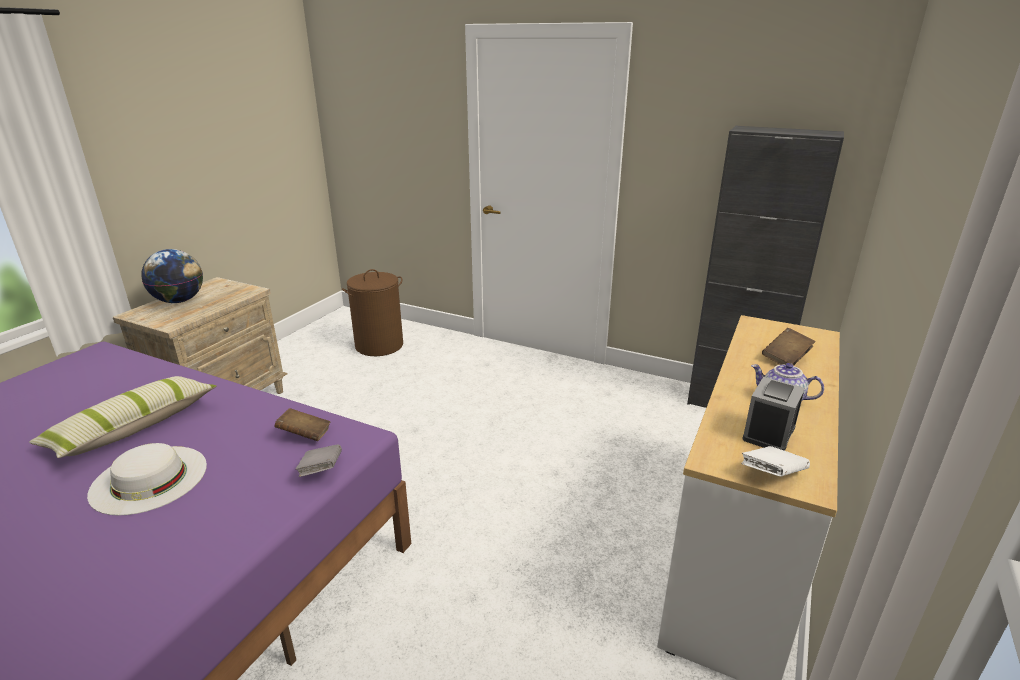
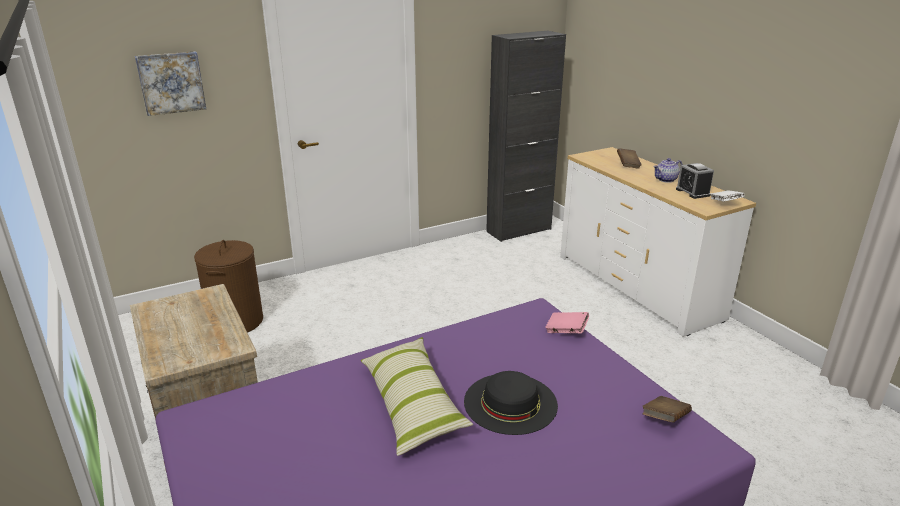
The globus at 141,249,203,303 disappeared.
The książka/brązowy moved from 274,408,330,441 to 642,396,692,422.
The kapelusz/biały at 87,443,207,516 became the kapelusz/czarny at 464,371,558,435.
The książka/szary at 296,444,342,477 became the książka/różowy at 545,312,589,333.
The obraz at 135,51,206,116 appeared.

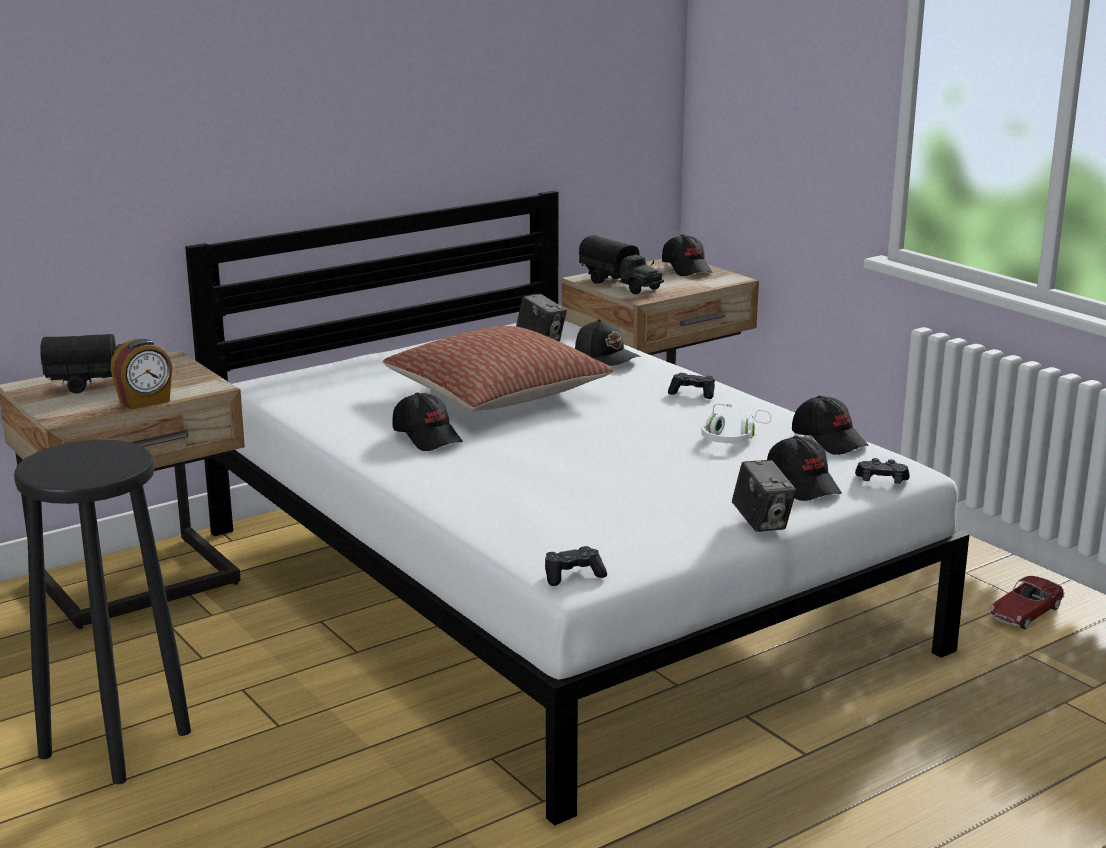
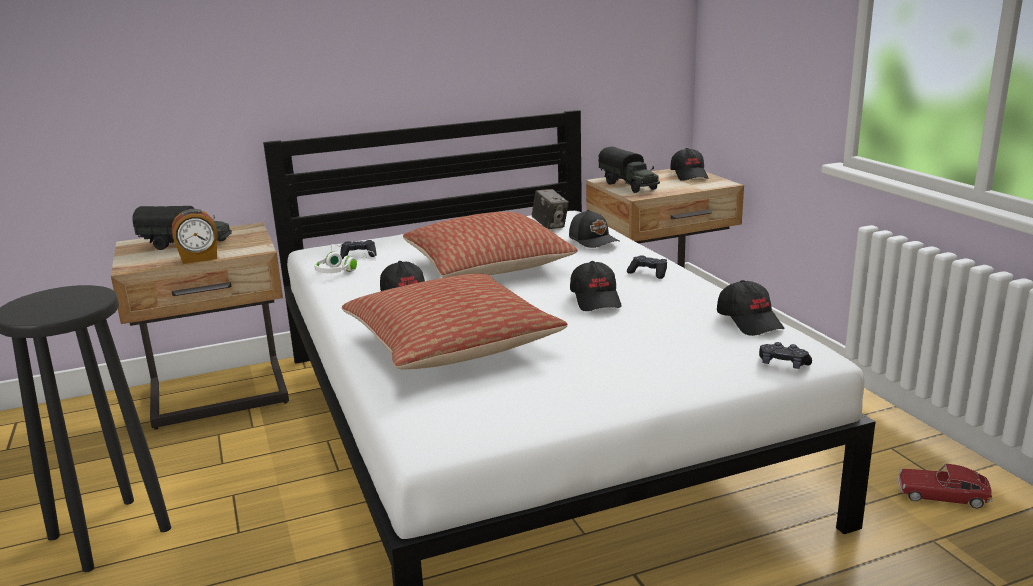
The słuchawki/biały moved from 701,404,771,443 to 314,244,376,273.
The czapka z daszkiem/czarny moved from 767,436,842,501 to 570,261,621,311.
The aparat fotograficzny at 732,460,796,532 disappeared.
The pad do gier/czarny moved from 545,546,607,586 to 340,240,377,259.
The samochodzik at 990,576,1064,629 turned 45 degrees clockwise.
The poduszka at 342,273,568,369 appeared.

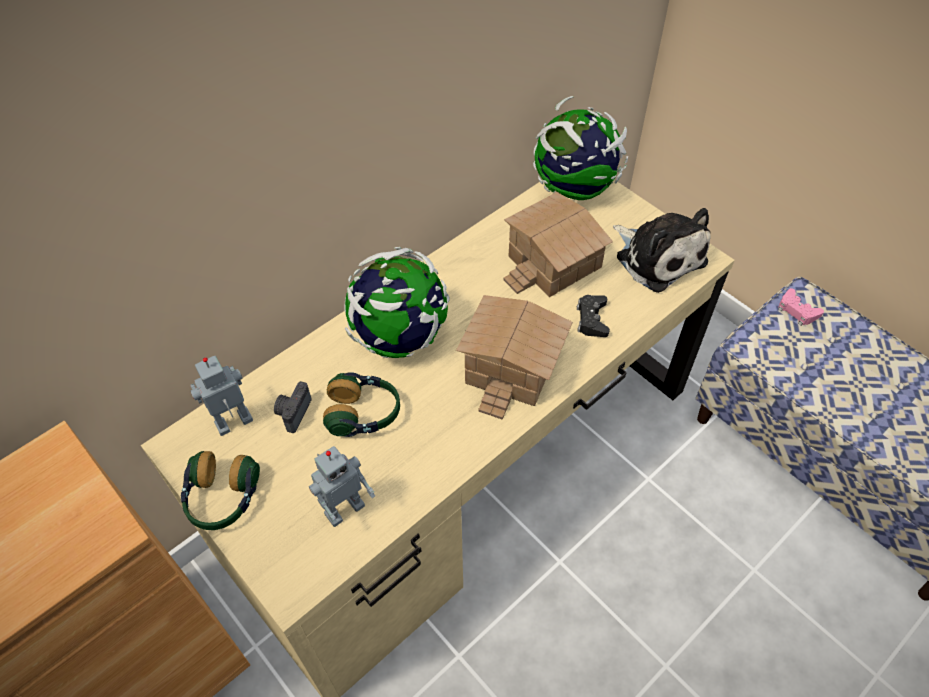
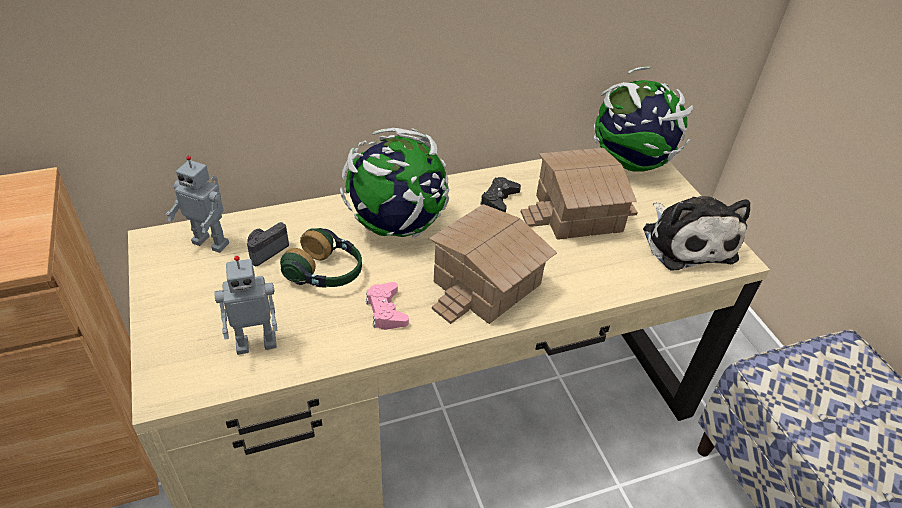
The pad do gier/różowy moved from 778,288,824,326 to 366,282,409,330.
The pad do gier/czarny moved from 577,295,610,337 to 480,177,521,213.
The robot zabawkowy at 190,356,253,436 turned 150 degrees counterclockwise.
The słuchawki at 181,451,260,530 disappeared.

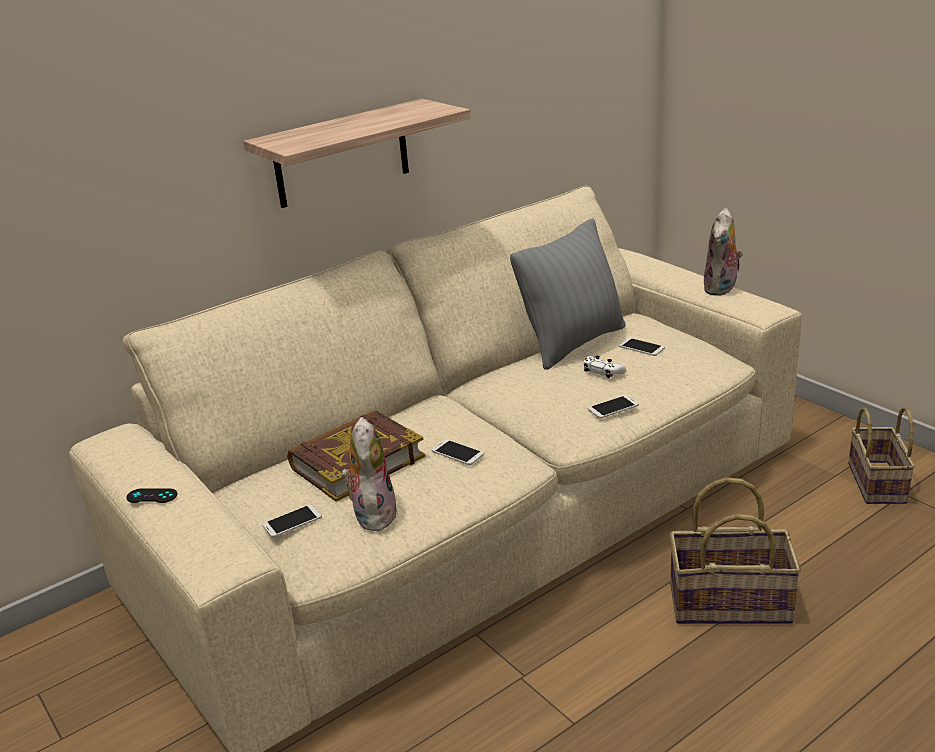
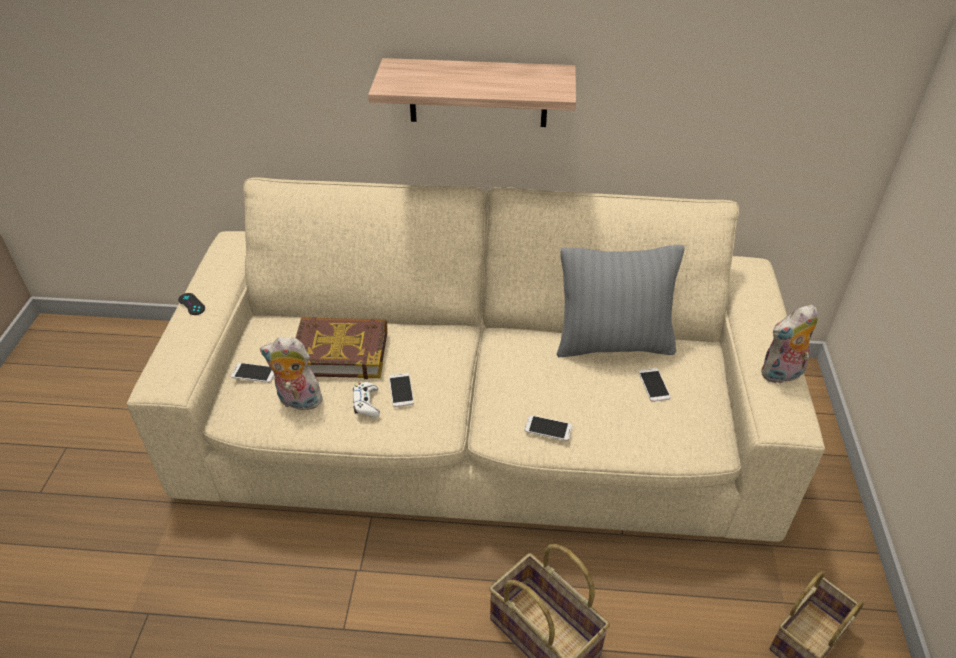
The pad do gier/biały moved from 583,356,626,378 to 353,382,380,417.
The pluszak at 341,417,398,531 turned 120 degrees counterclockwise.

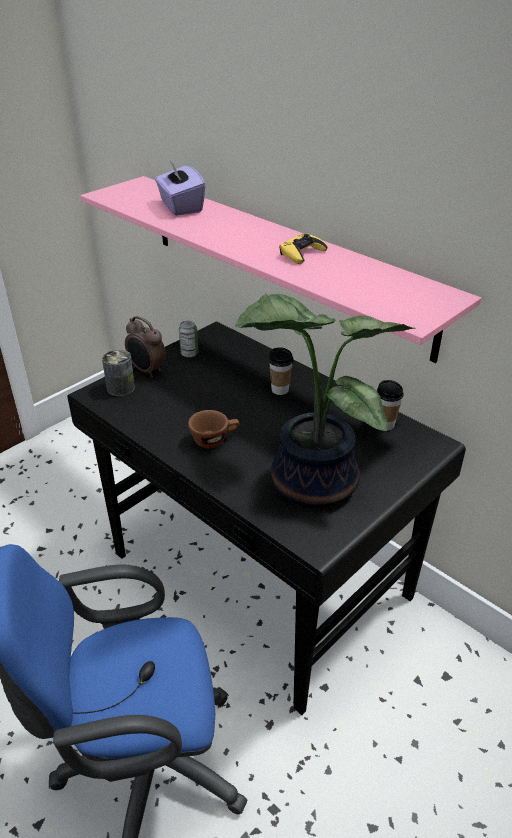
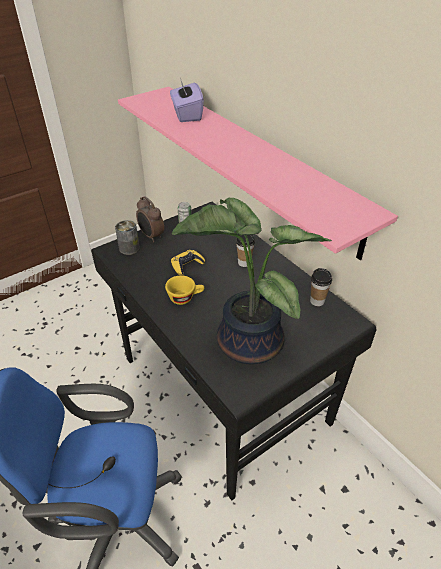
The pad do gier/żółty moved from 280,233,328,264 to 171,250,205,275.
The filiżanka/brązowy at 188,410,239,448 became the filiżanka/żółty at 165,275,204,305.

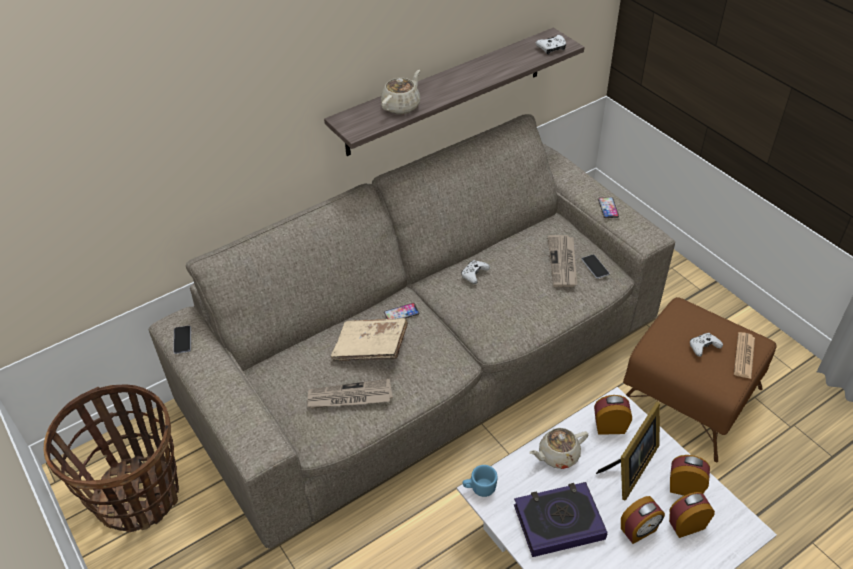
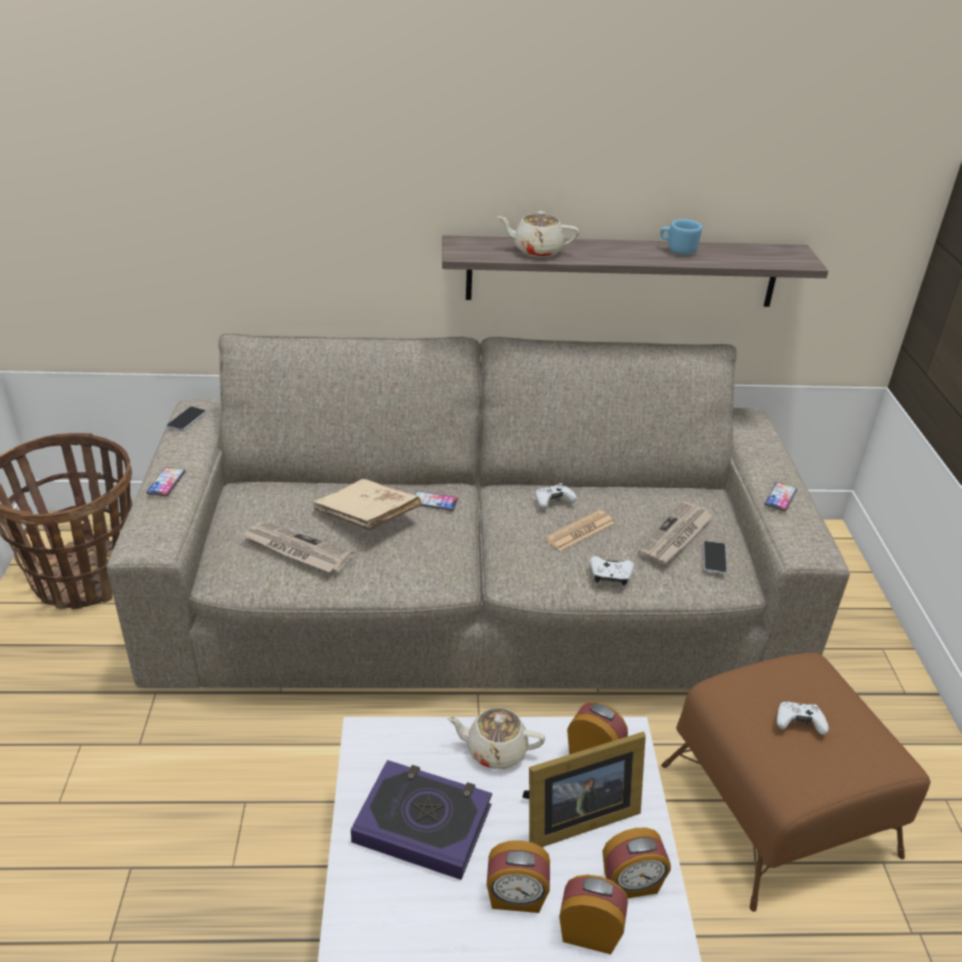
The pad do gier/biały moved from 536,35,566,55 to 590,556,634,586.
The imbryk/beżowy at 381,70,420,114 turned 150 degrees counterclockwise.
The gazeta moved from 734,332,755,379 to 545,510,614,551.
The budzik at 670,455,710,496 turned 120 degrees clockwise.
The kubek/niebieski moved from 463,465,498,497 to 660,219,702,255.
The telefon at 146,467,185,496 appeared.

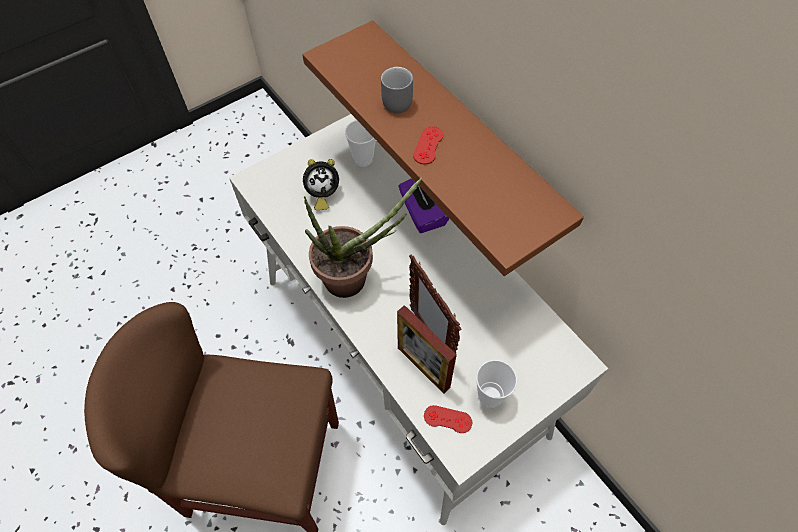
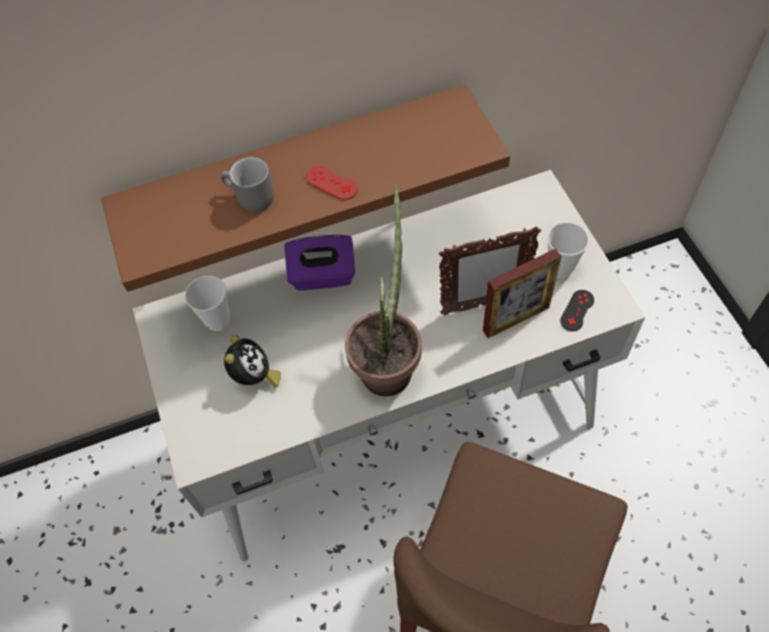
The pad do gier/czerwony at 424,405,472,433 became the pad do gier/czarny at 560,290,594,331.

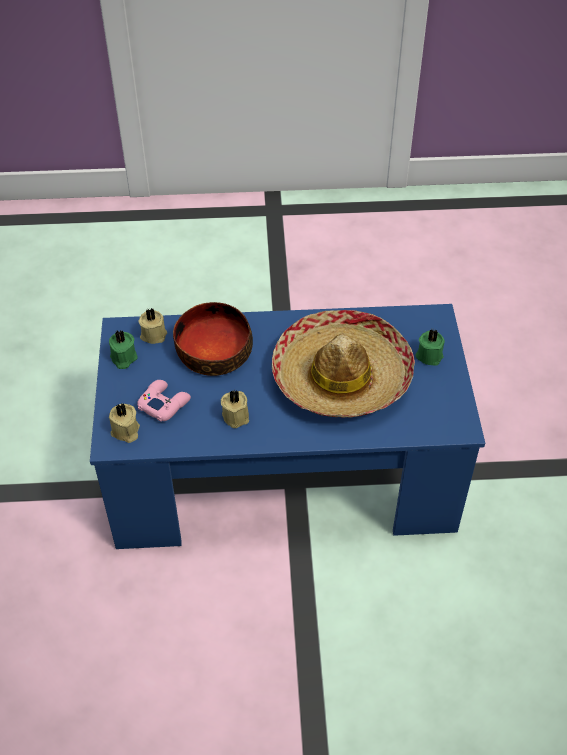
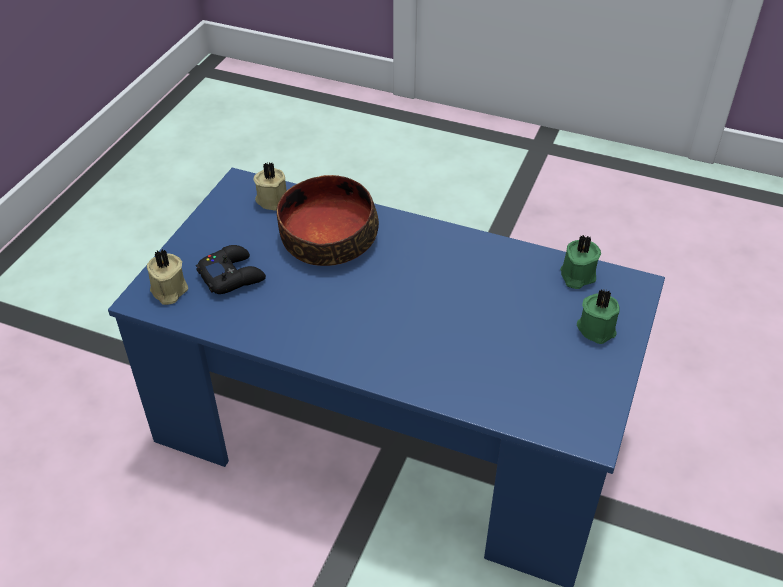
The kapelusz at 272,310,415,418 disappeared.
The świeca/zielony moved from 109,330,138,369 to 560,235,601,289.
The pad do gier/różowy at 137,380,191,421 became the pad do gier/czarny at 196,245,266,294.
The świeca/beżowy at 221,390,249,428 disappeared.

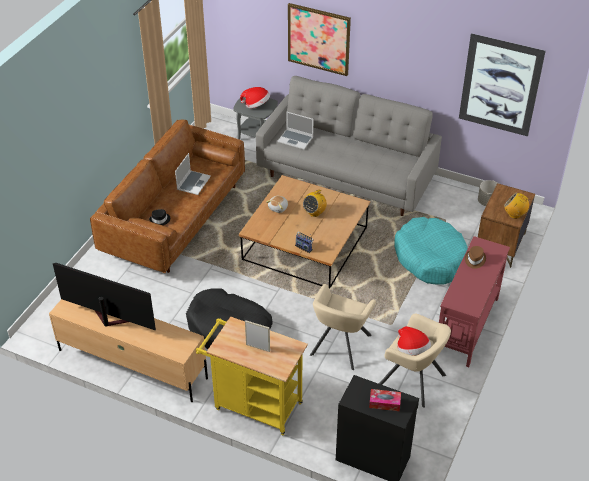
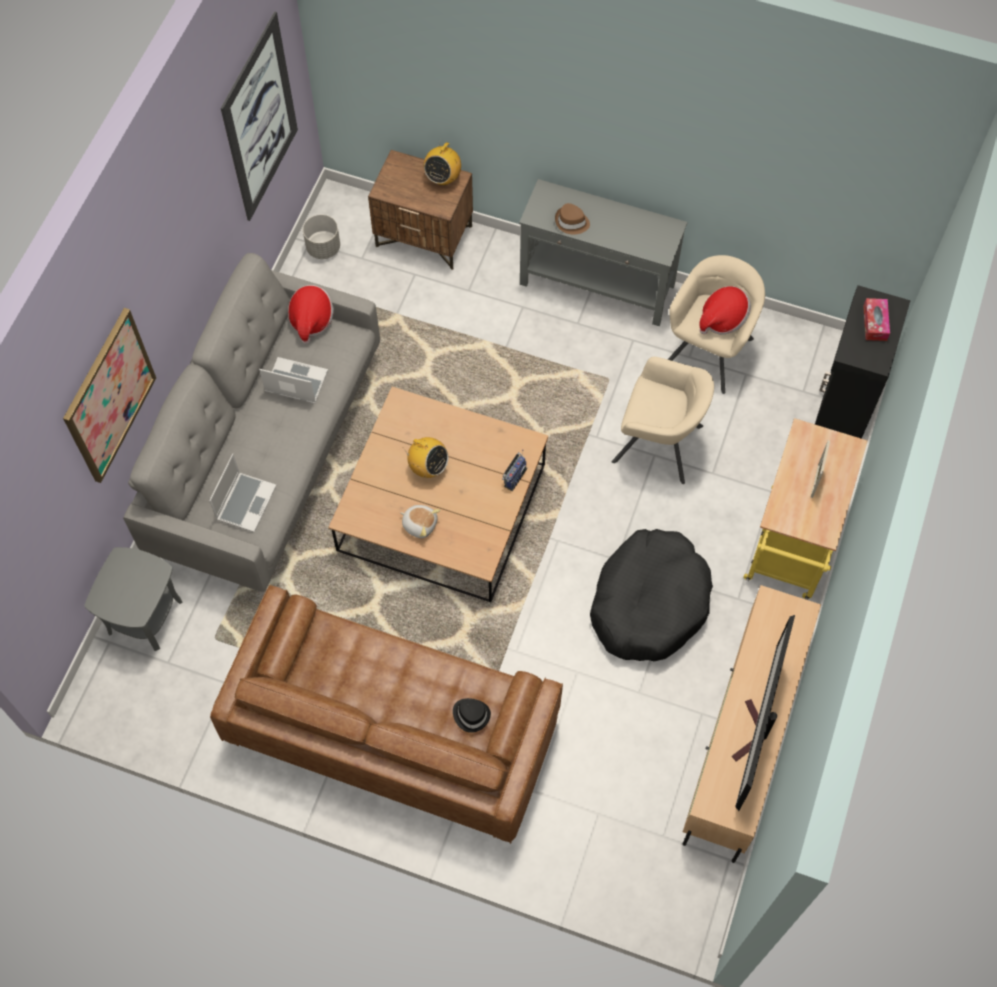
The kapelusz moved from 240,87,270,108 to 288,285,334,344.
The laptop moved from 175,153,211,195 to 259,357,328,404.
The legowisko/turkusowy at 394,217,468,284 disappeared.
The stolik konsolowy/czerwony at 439,236,510,367 became the stolik konsolowy/szary at 519,179,687,326.

